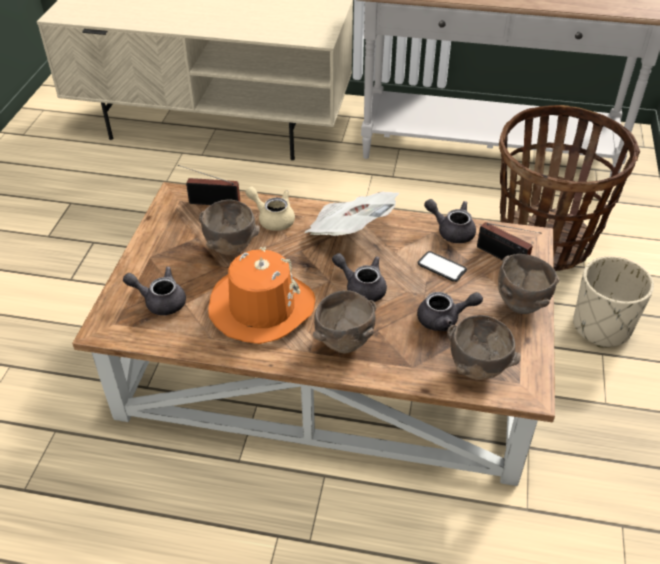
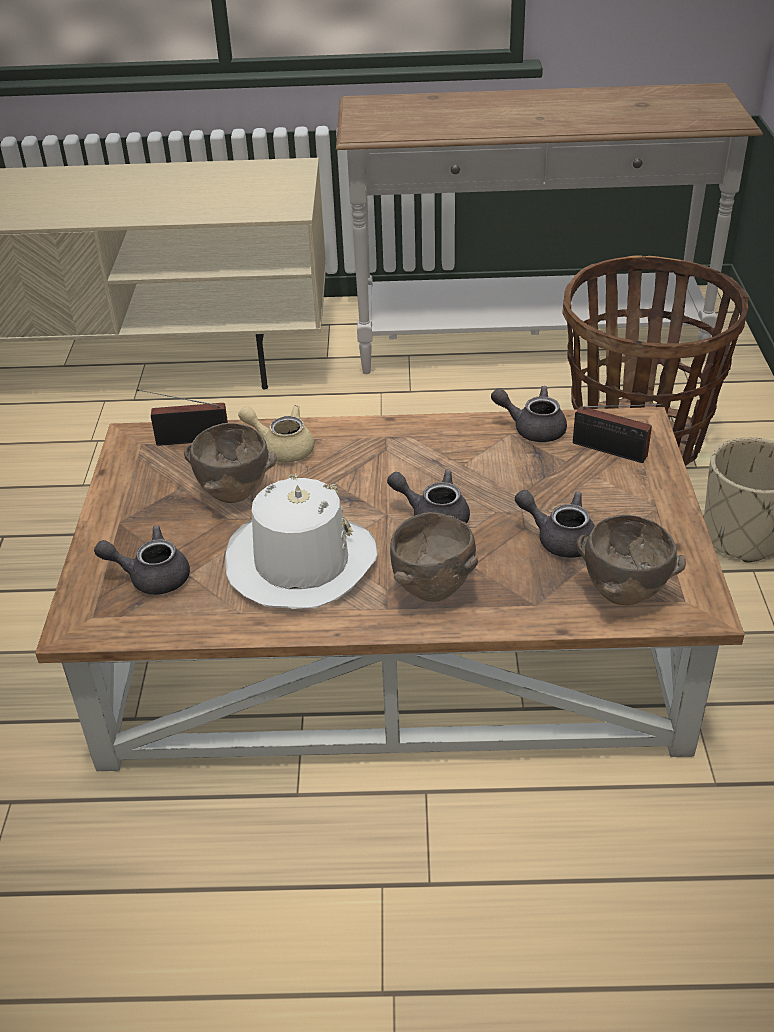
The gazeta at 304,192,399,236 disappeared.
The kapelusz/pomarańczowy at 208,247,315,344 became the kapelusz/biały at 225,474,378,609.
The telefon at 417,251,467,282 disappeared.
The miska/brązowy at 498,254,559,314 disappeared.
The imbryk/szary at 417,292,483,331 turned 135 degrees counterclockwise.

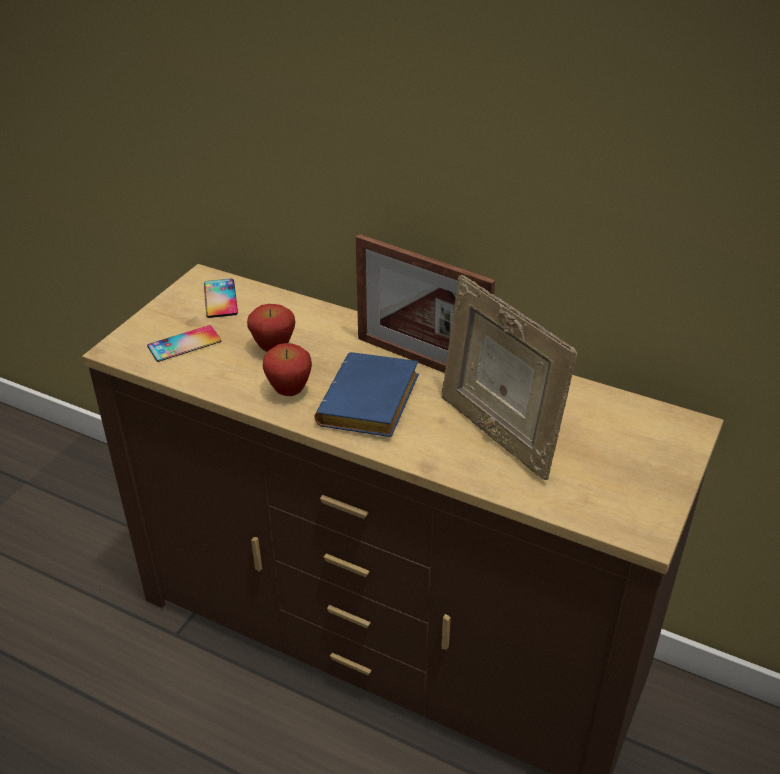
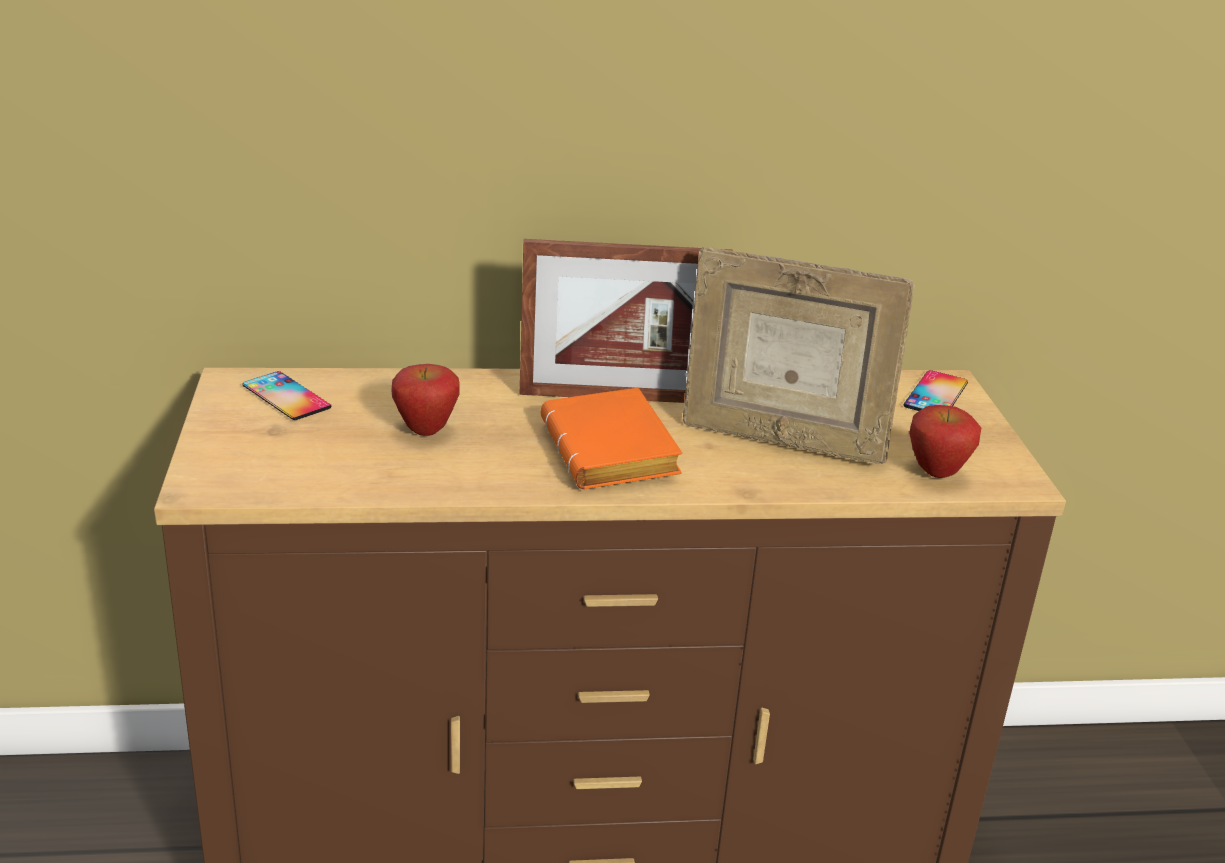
The telefon moved from 147,325,221,362 to 904,370,968,411.
The jabłko moved from 263,343,312,396 to 909,405,981,478.
The książka/niebieski at 315,352,419,437 became the książka/pomarańczowy at 541,388,682,489.

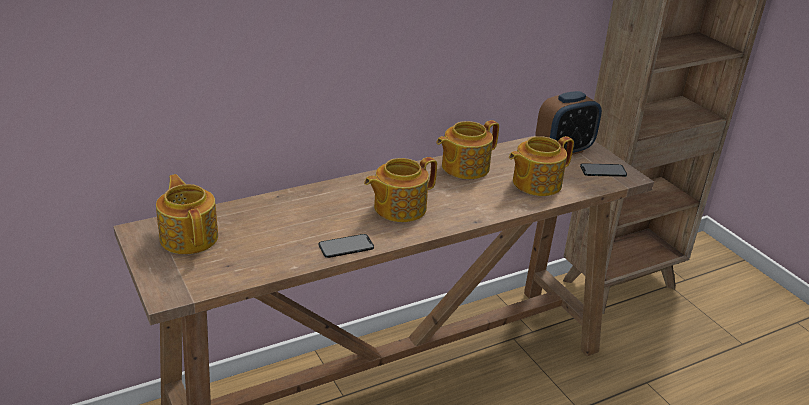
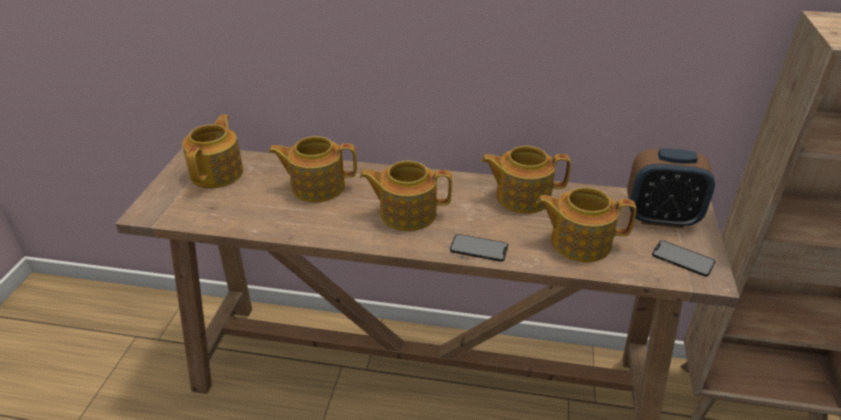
The telefon moved from 319,234,374,258 to 450,234,508,262.
The imbryk at 268,136,357,202 appeared.

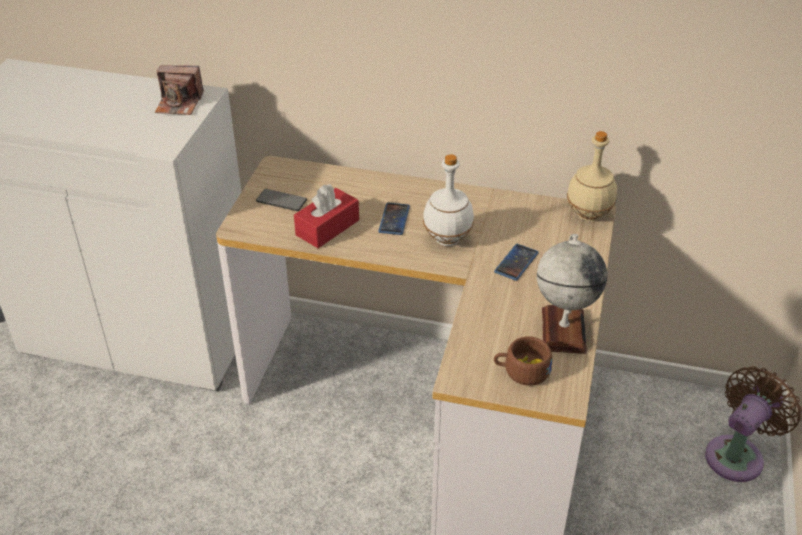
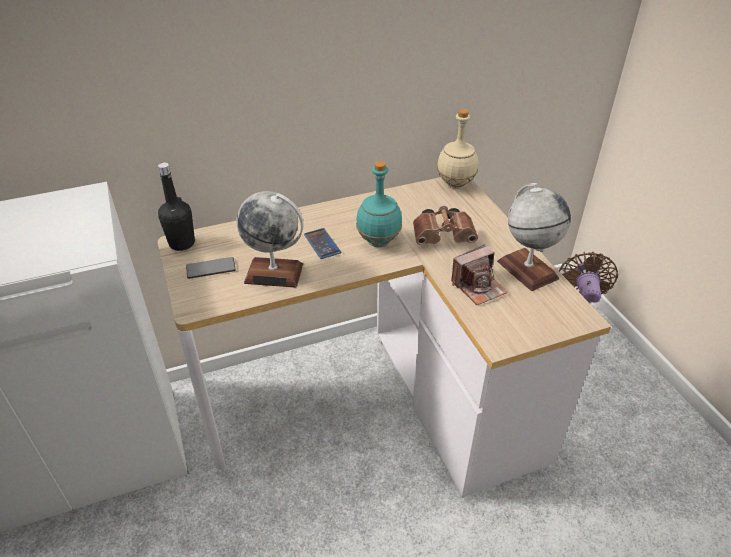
The aparat fotograficzny moved from 155,65,204,115 to 451,244,508,305.
The butelka/biały at 423,154,474,246 became the butelka/turkusowy at 356,161,402,247.
The pudełko chusteczek/czerwony at 294,184,359,248 was replaced by the globus at 236,191,303,288.
The telefon at 494,244,539,281 was replaced by the lornetka/brązowy at 413,206,478,245.
The filiżanka/brązowy at 494,336,552,386 disappeared.
The butelka/czarny at 158,162,195,251 appeared.

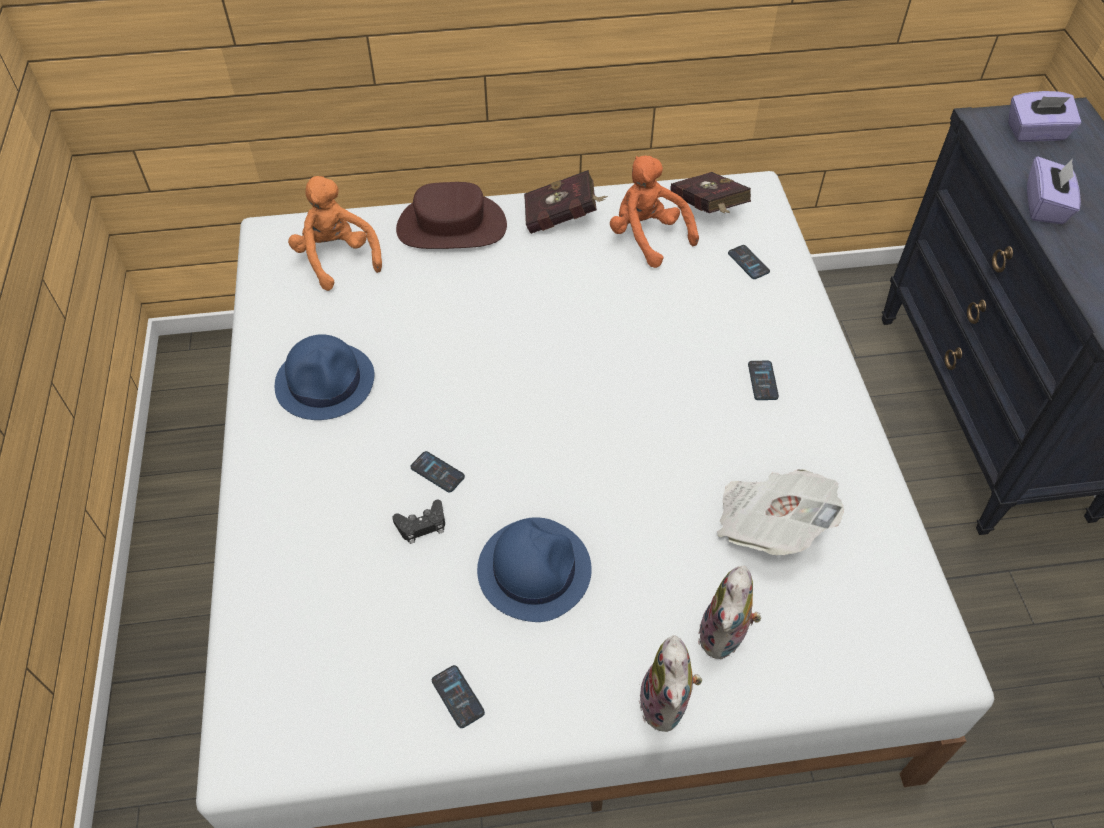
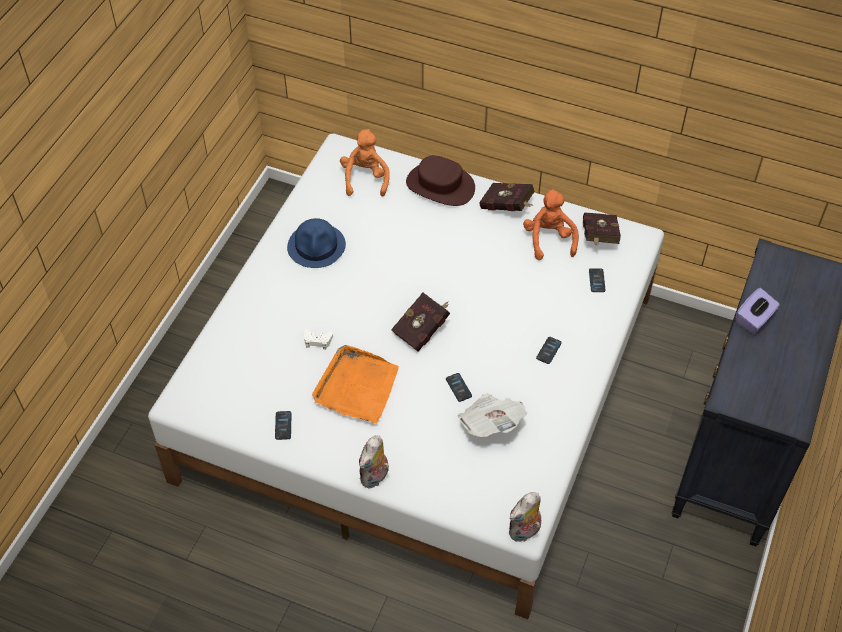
The pudełko chusteczek/fioletowy at 1008,91,1081,142 disappeared.
The telefon moved from 410,451,465,492 to 446,373,472,402.
The pad do gier/czarny at 392,500,445,544 became the pad do gier/biały at 304,329,333,349.
The kapelusz/niebieski at 477,517,592,622 was replaced by the taca/pomarańczowy at 312,345,399,424.
The pluszak moved from 698,566,761,659 to 509,492,541,543.
The książka/czerwony at 391,293,450,352 appeared.

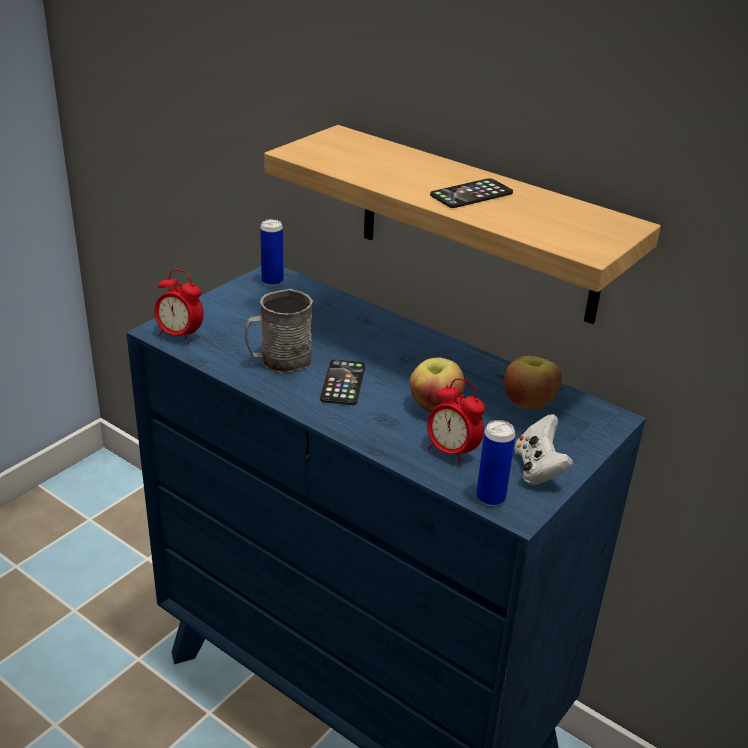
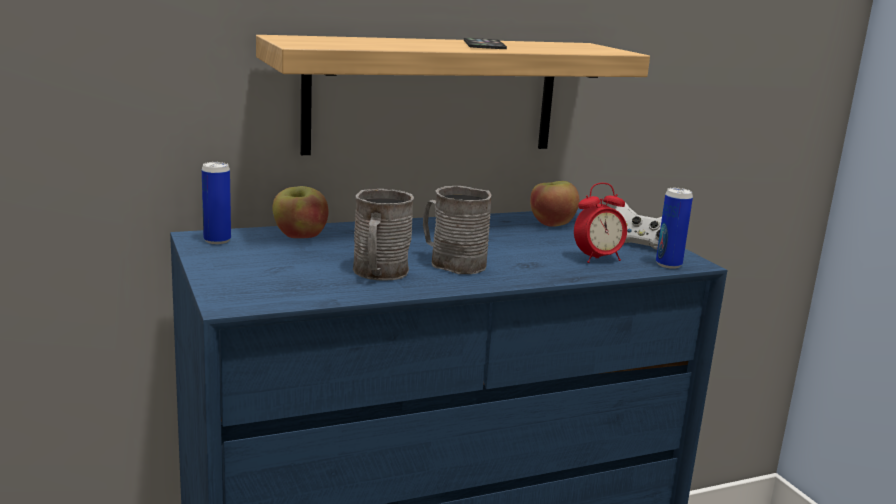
The budzik at 154,269,203,344 disappeared.
The jabłko moved from 409,358,465,413 to 272,186,328,238.
The telefon at 320,359,365,405 was replaced by the kubek/szary at 423,186,491,274.

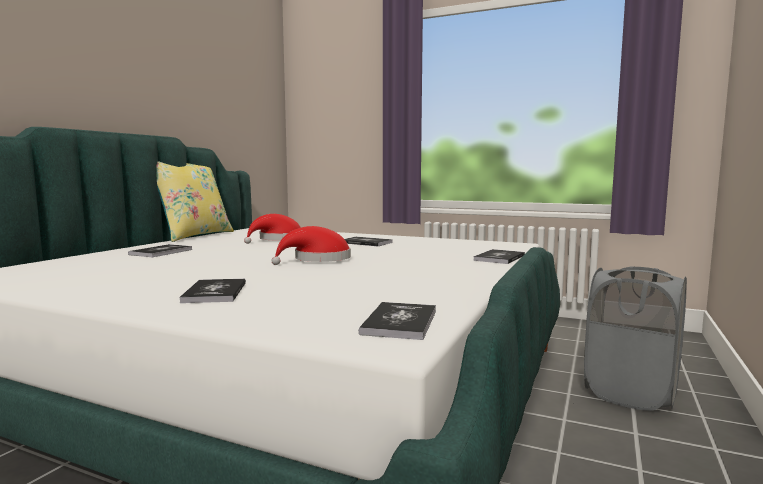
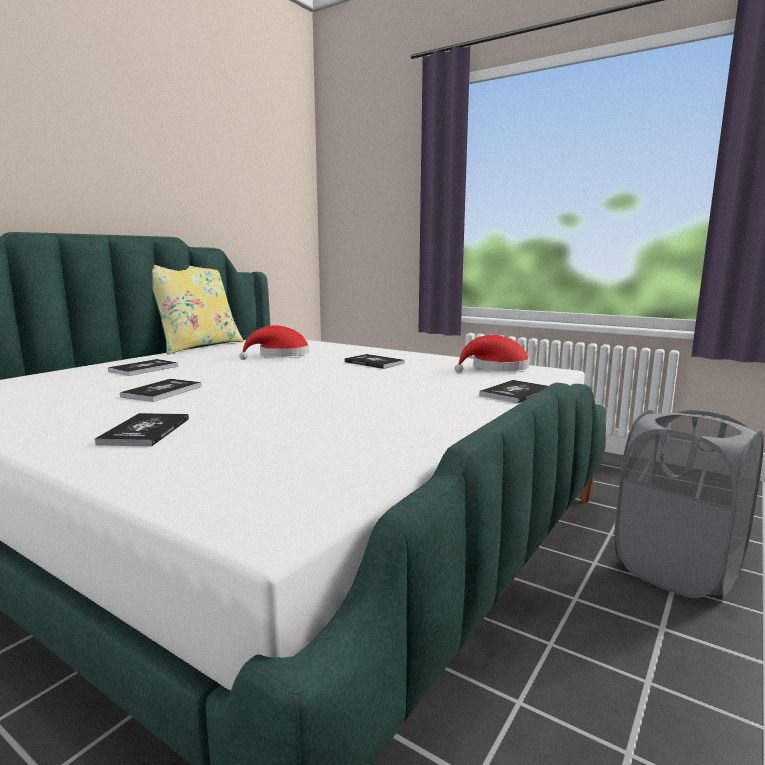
The kapelusz/czerwony moved from 272,226,351,265 to 455,335,530,373.
The książka moved from 359,302,436,340 to 120,379,202,402.

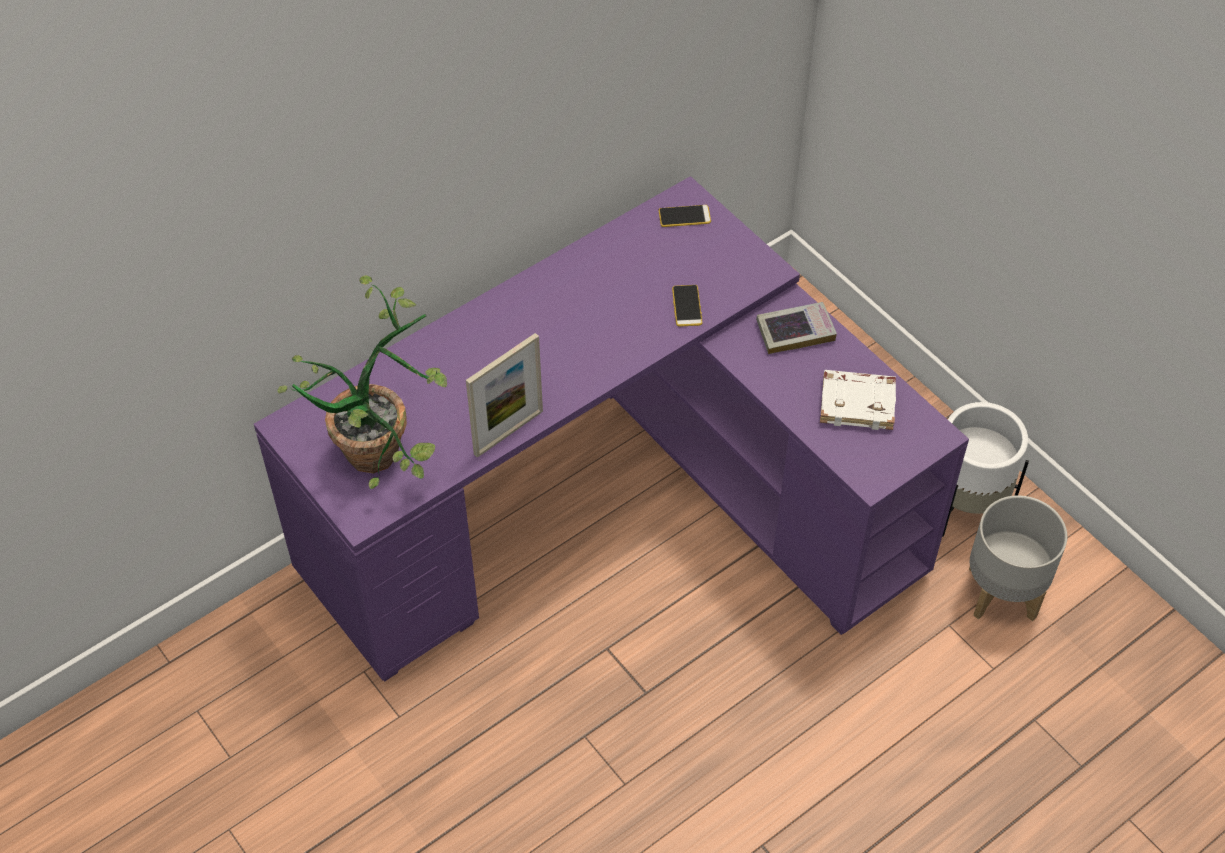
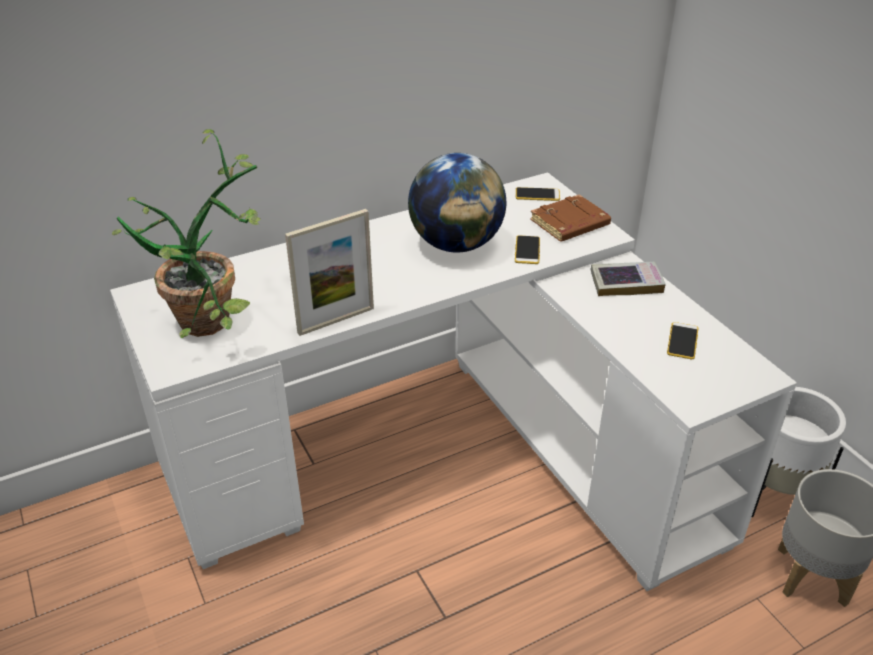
The biurko/fioletowy at 254,176,969,682 became the biurko/biały at 110,172,797,591.
The książka/biały at 820,370,896,430 was replaced by the telefon at 667,322,698,359.
The globus at 408,153,506,253 appeared.
The książka/brązowy at 530,194,611,242 appeared.

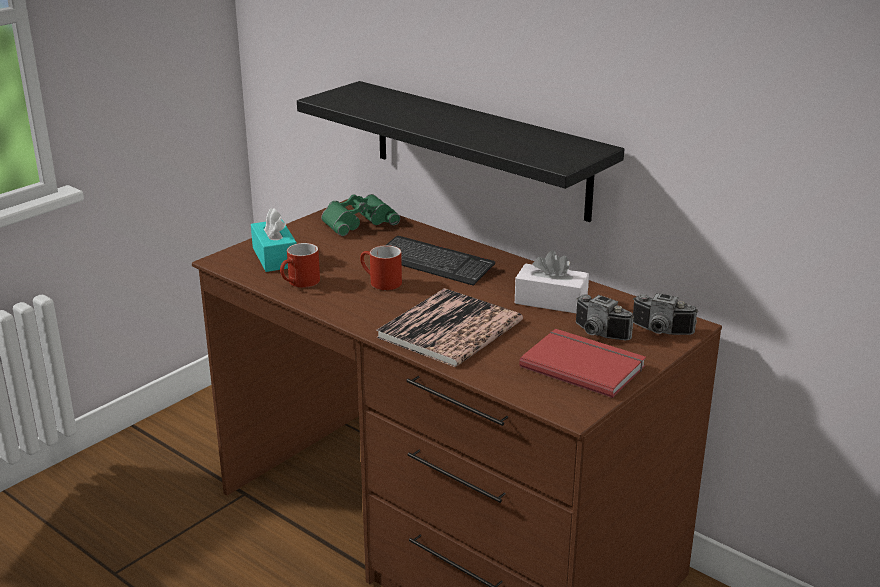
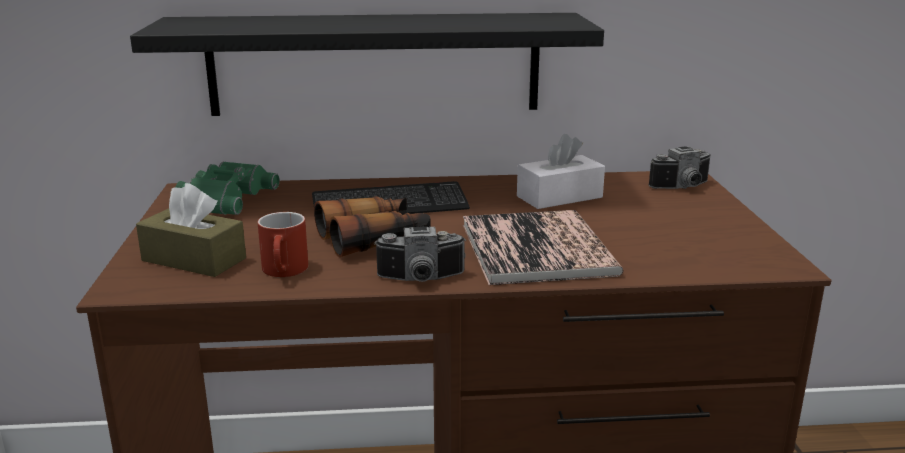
The pudełko chusteczek/turkusowy at 251,208,297,272 became the pudełko chusteczek/brązowy at 136,183,246,277.
The kubek/czerwony at 360,245,402,290 was replaced by the lornetka at 314,196,431,257.
The aparat fotograficzny moved from 576,294,634,340 to 374,227,466,282.
The książka/czerwony at 519,329,646,398 disappeared.

